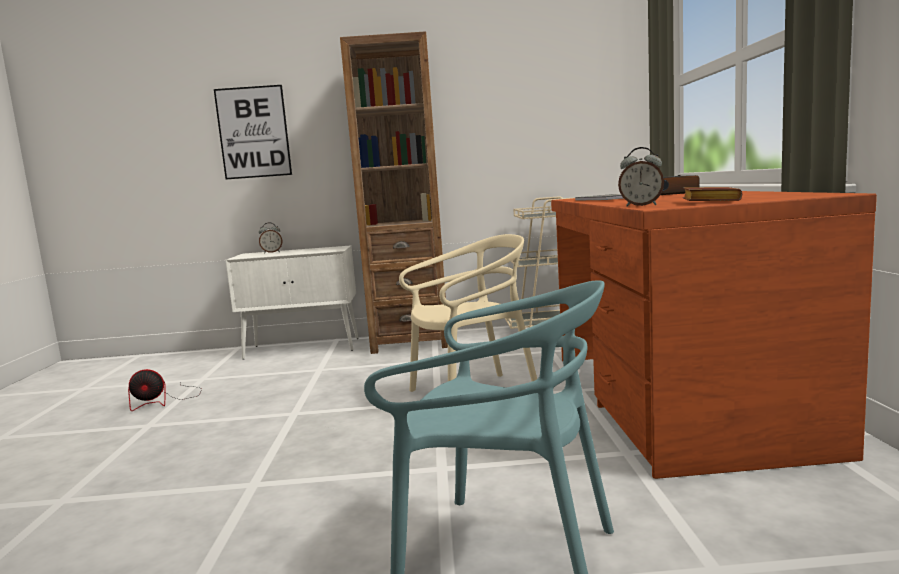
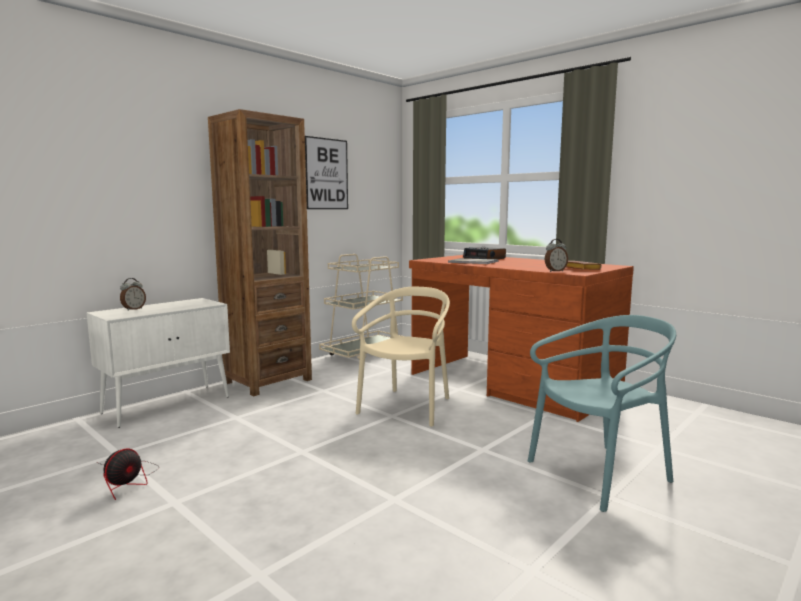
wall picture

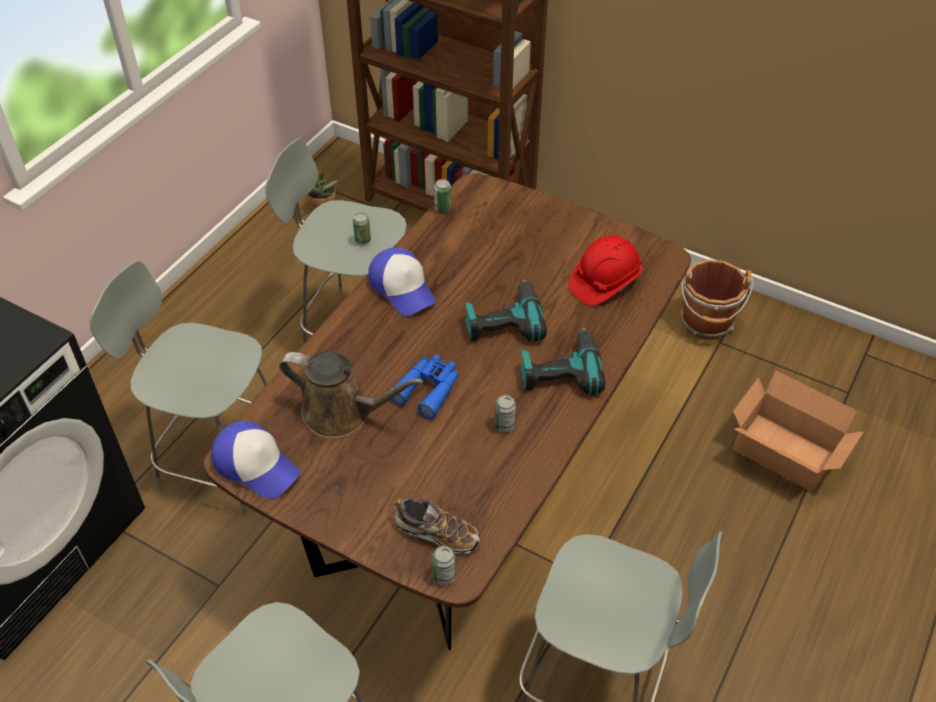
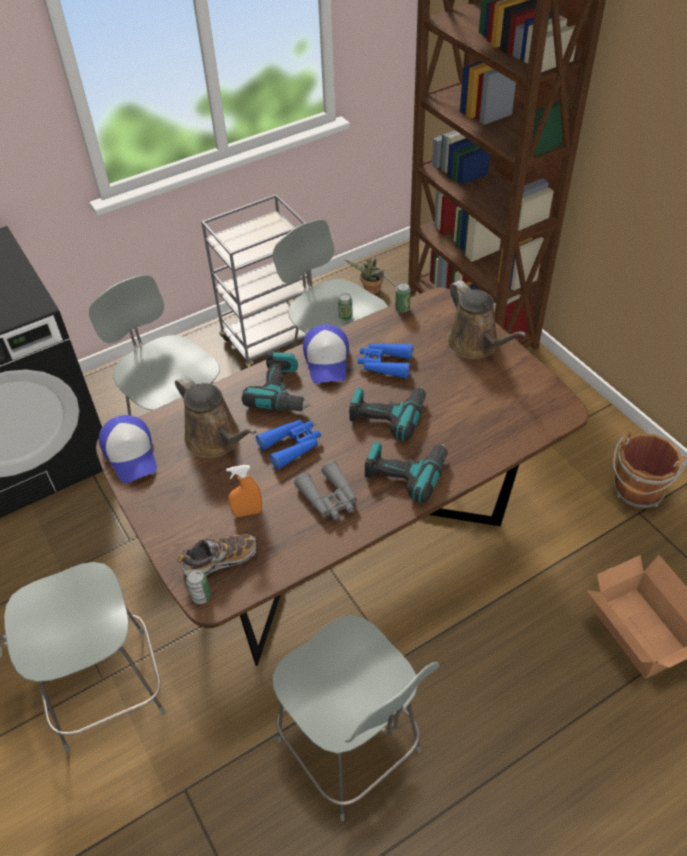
red work helmet
gray binoculars
low shoe
gray wheeled cart
brown-coloured watering pot (2nd from left)
blue binoculars (2nd from left)
power drill (1st from left)
orange spray bottle

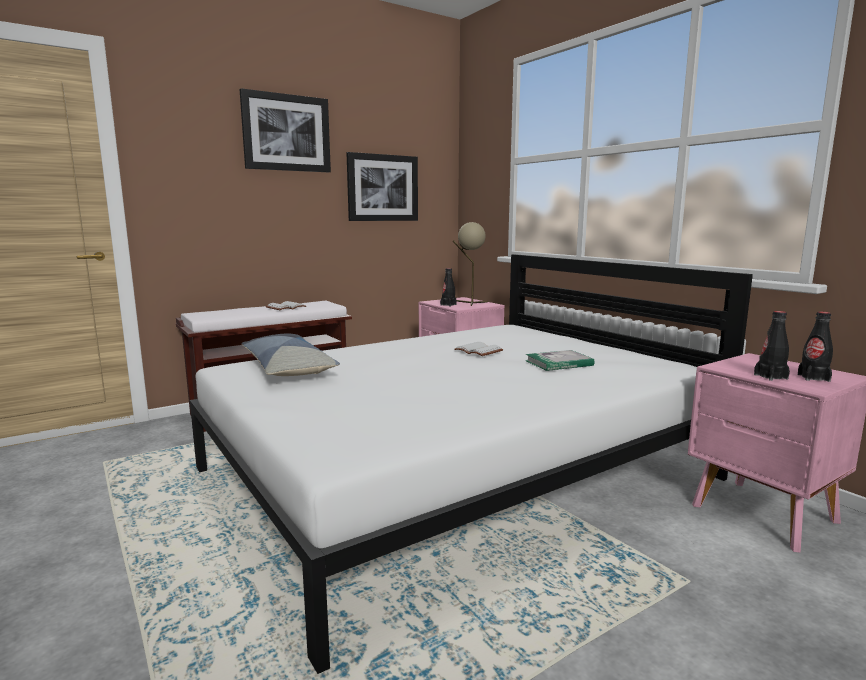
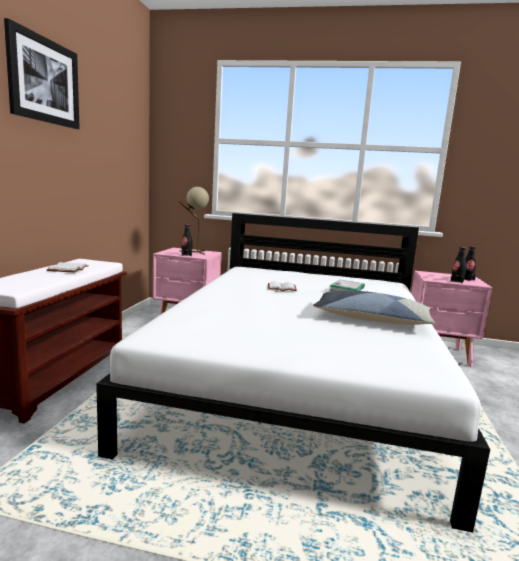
wall picture (2nd from left in the first image)
cushion

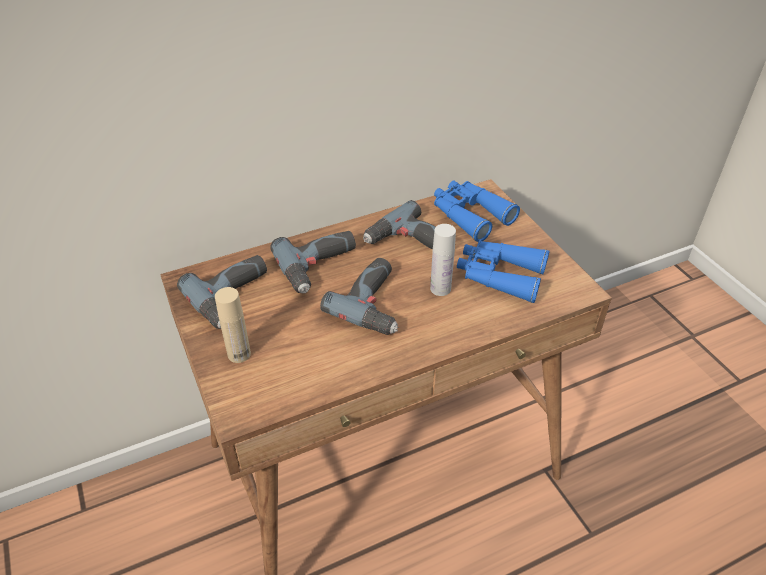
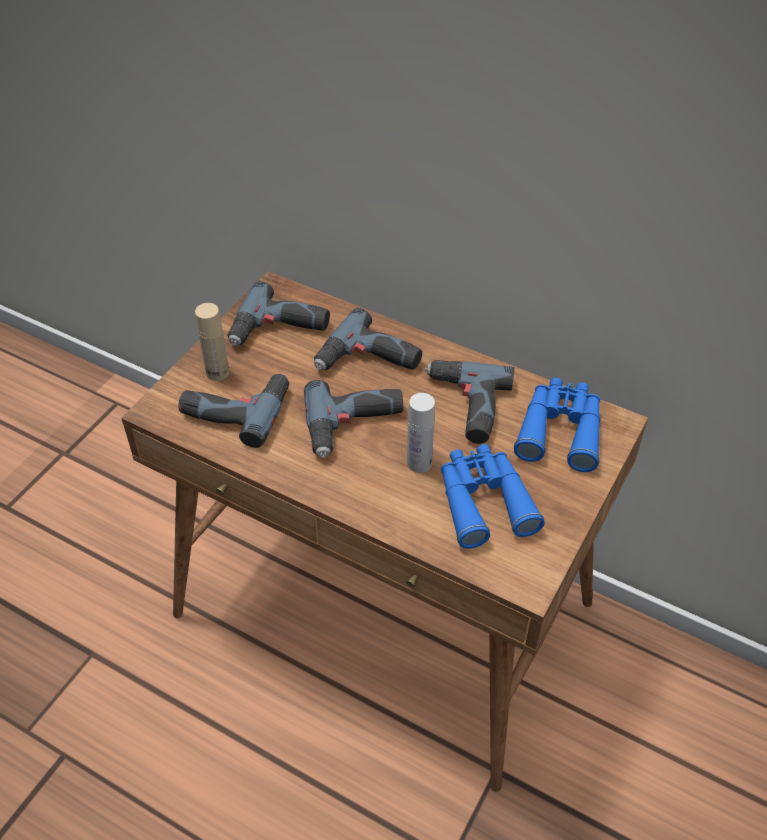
power drill (1st from left)

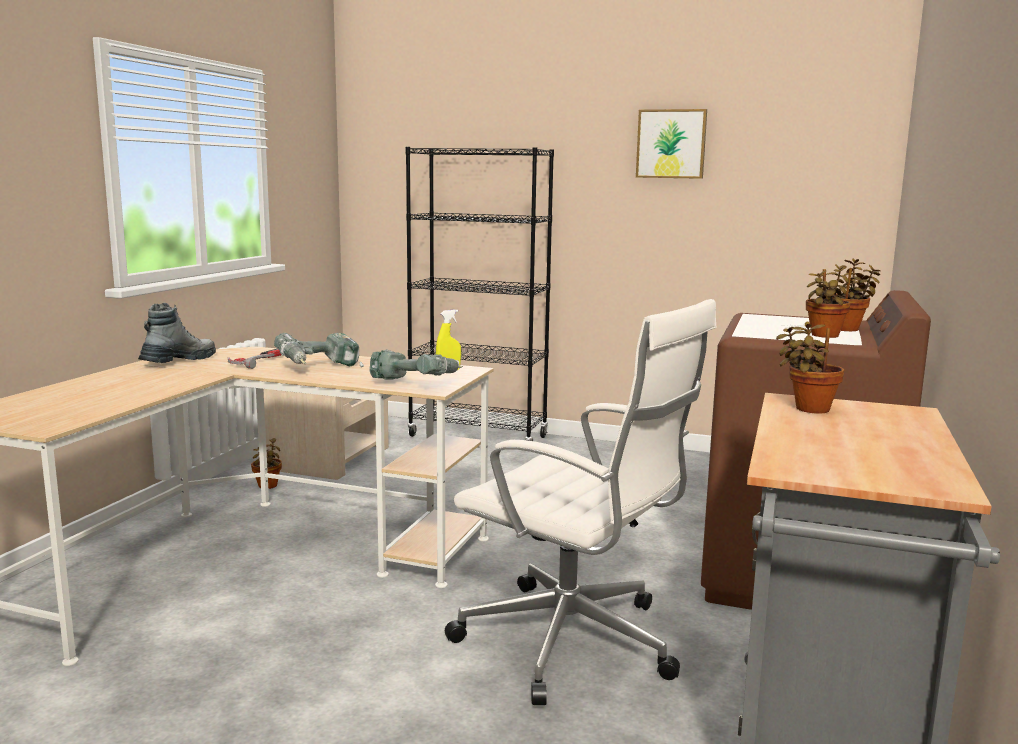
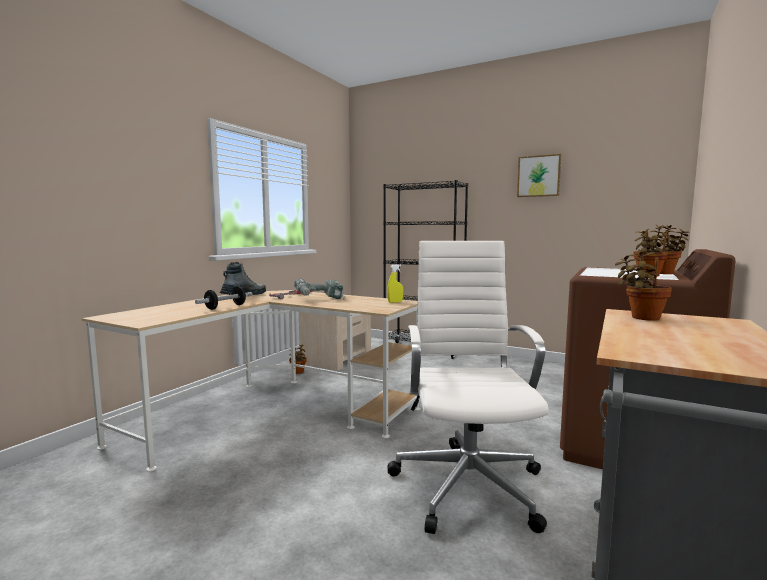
white computer chair
power drill (2nd from left in the first image)
free weight

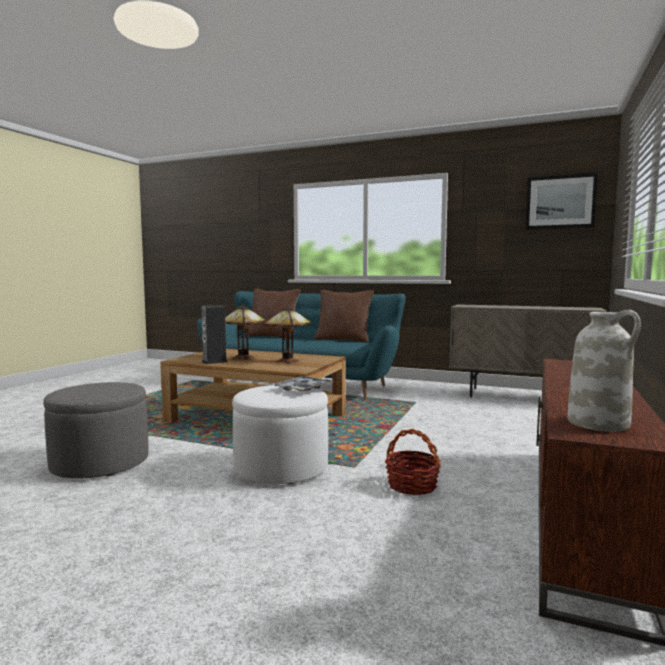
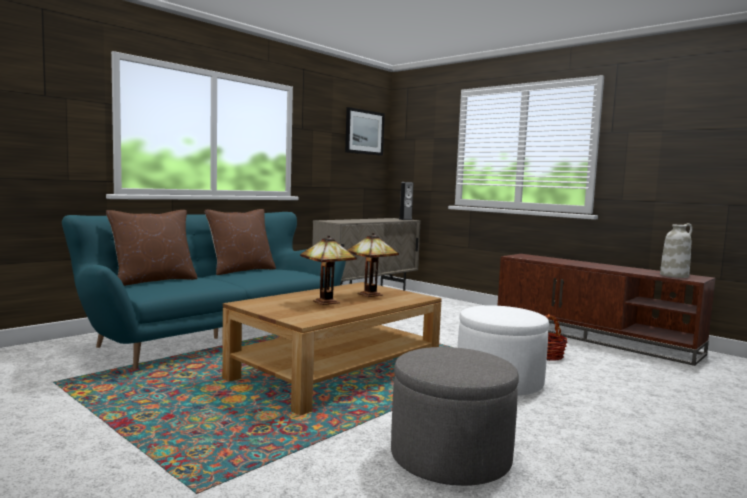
audio speaker
tray

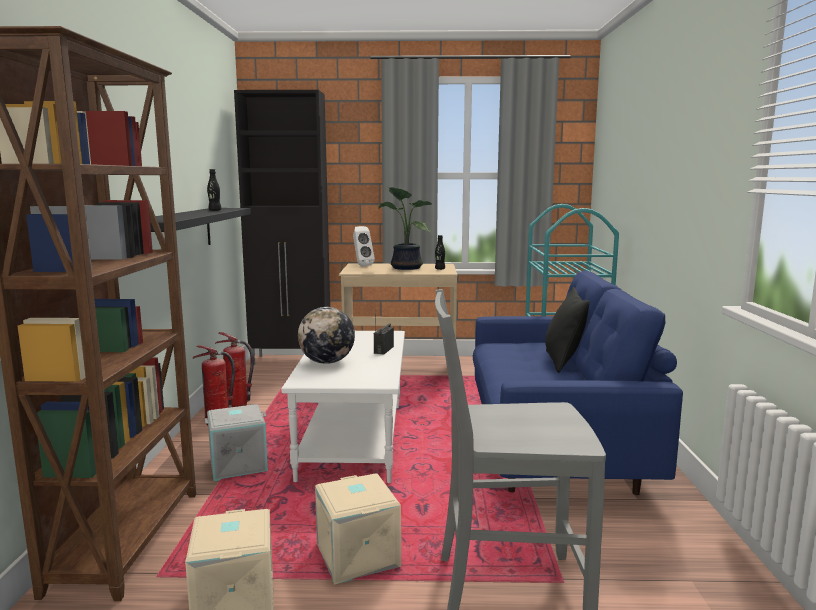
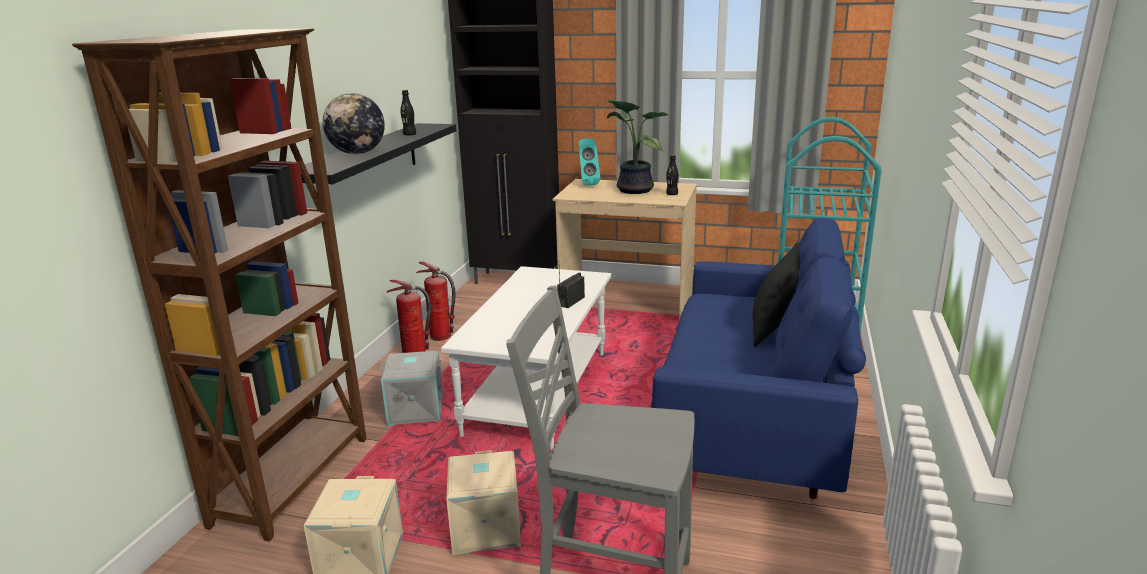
turquoise-coloured audio speaker
globe

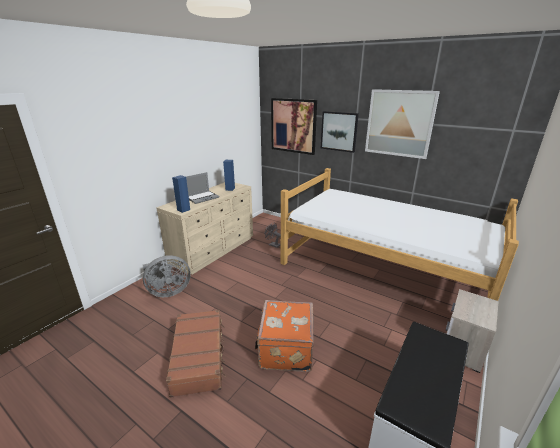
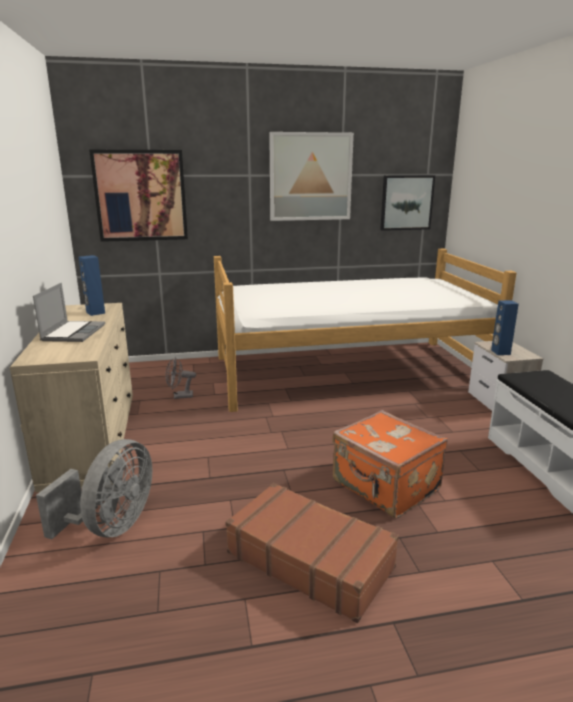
wall picture (3rd from left)
blue audio speaker (2nd from left)

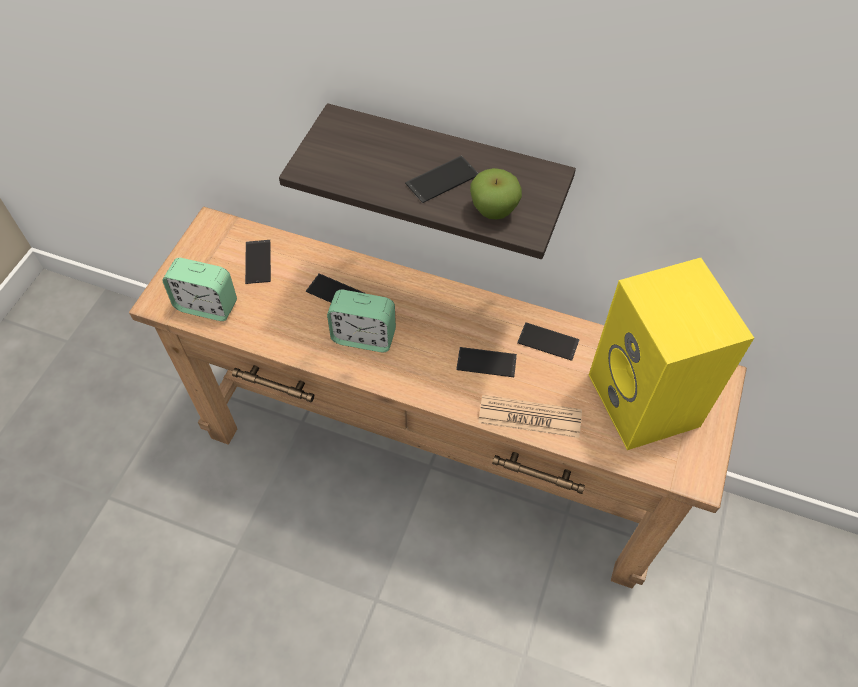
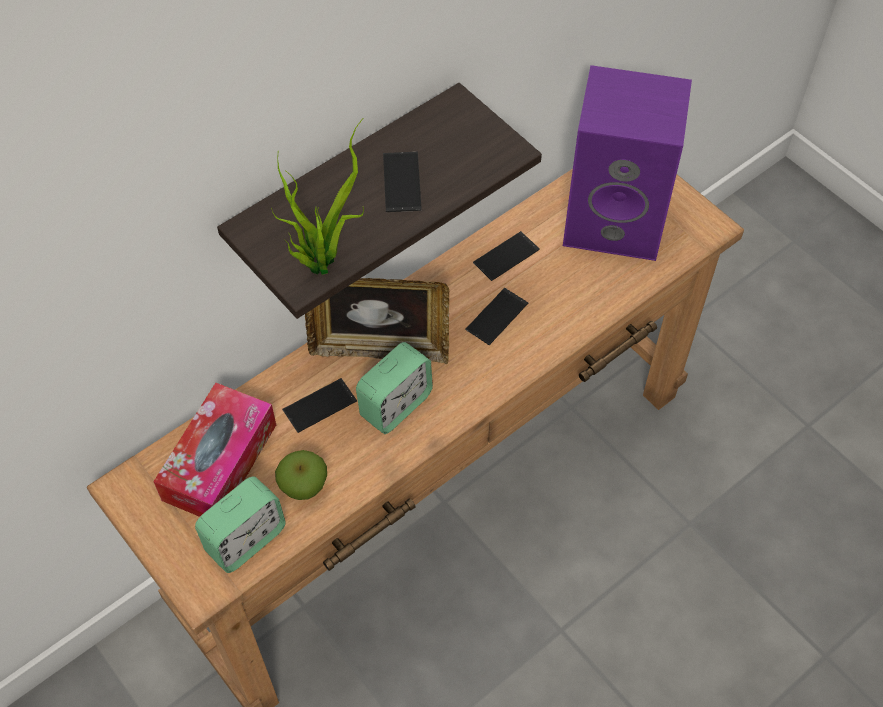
whole apple
tissue box
purple-coloured audio speaker
printed paper
plant in a pot
photo frame

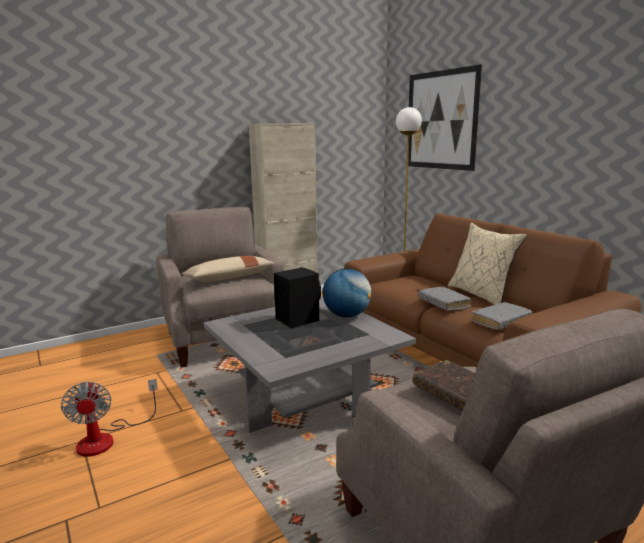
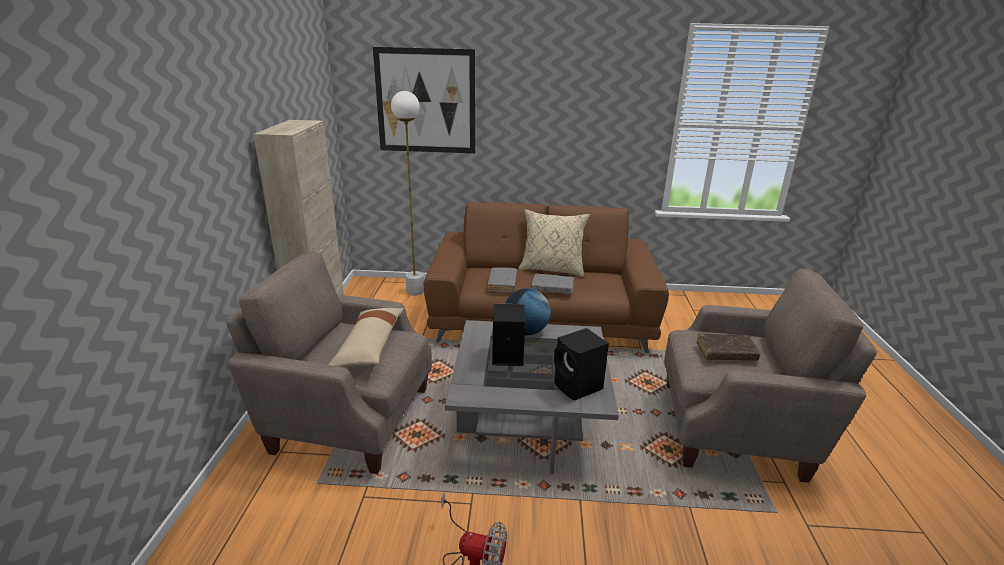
gray bound book (1st from left)
black audio speaker (2nd from left)

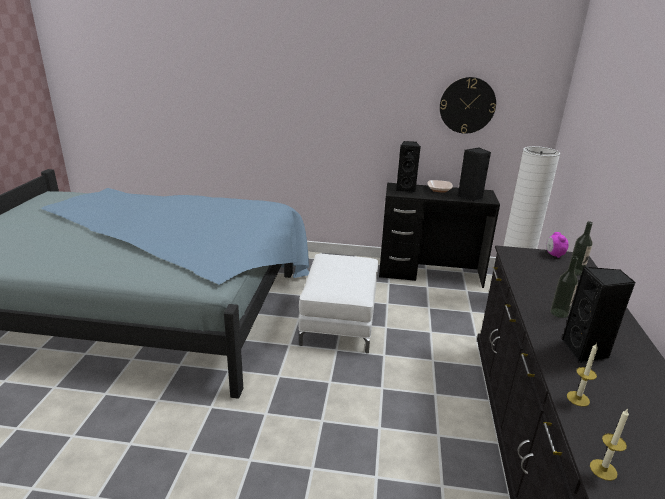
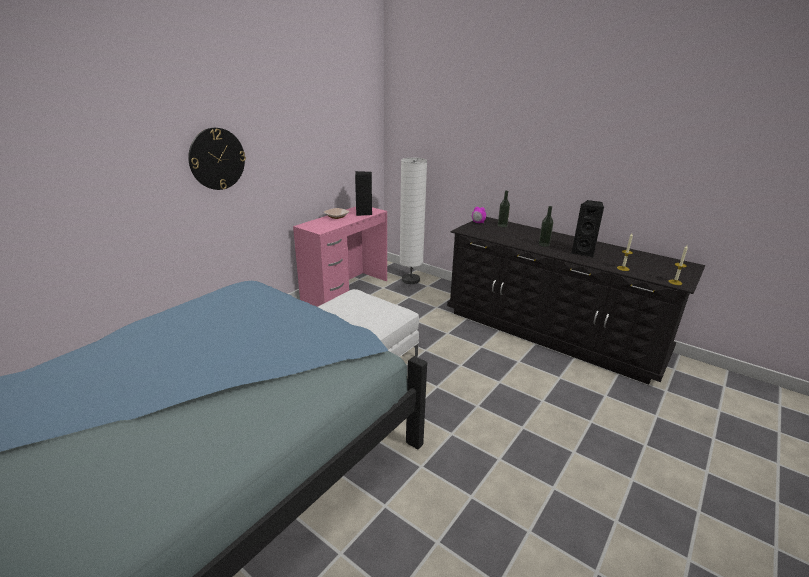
wall clock
black audio speaker (1st from left in the first image)
pink desk

